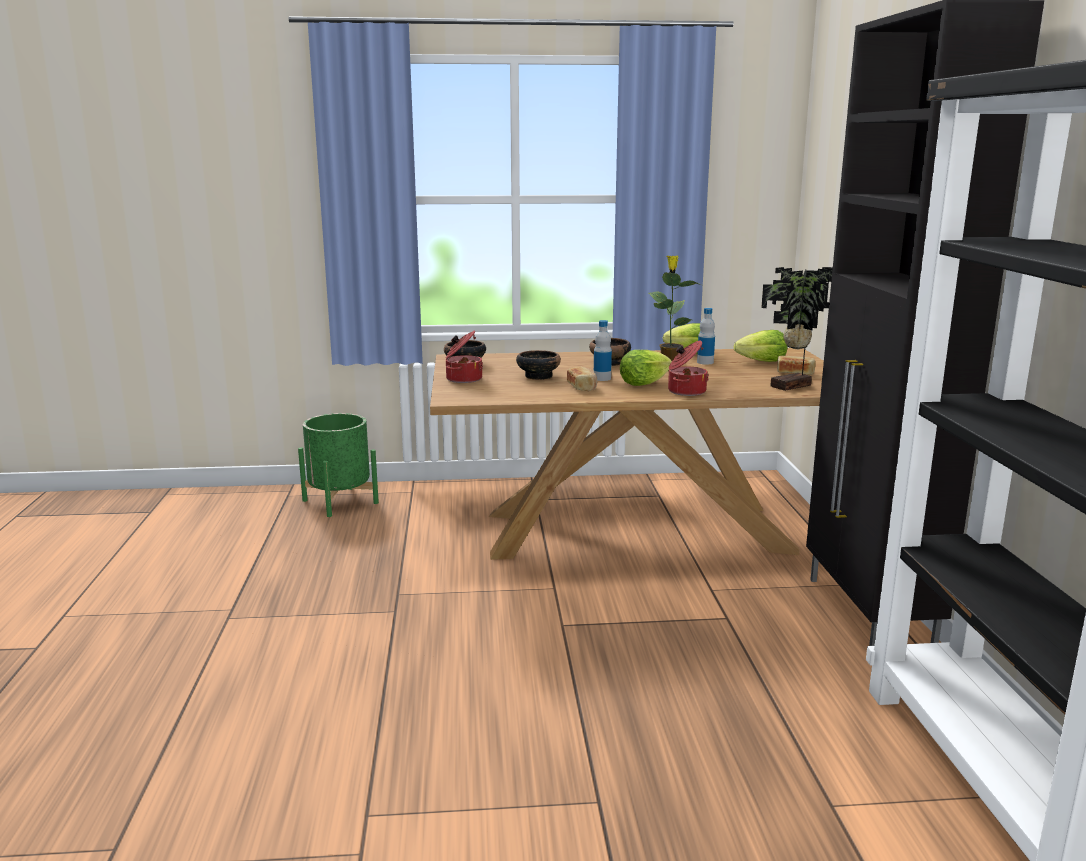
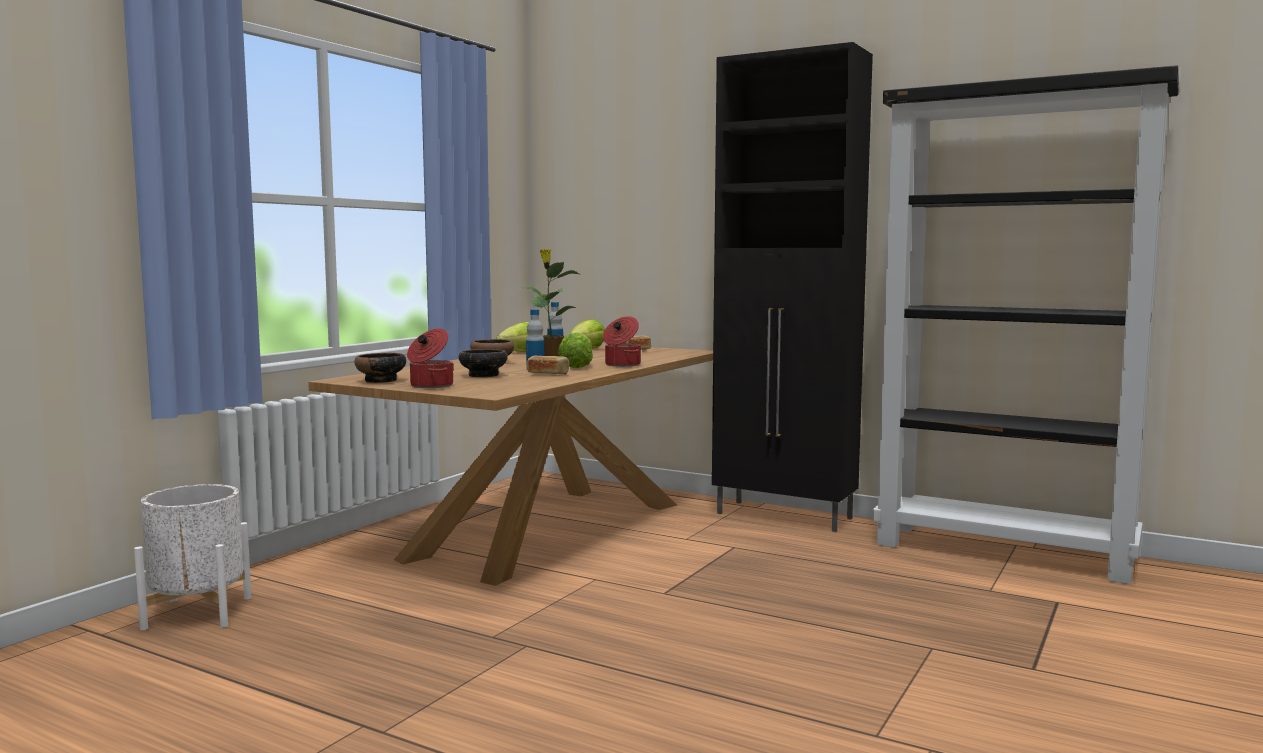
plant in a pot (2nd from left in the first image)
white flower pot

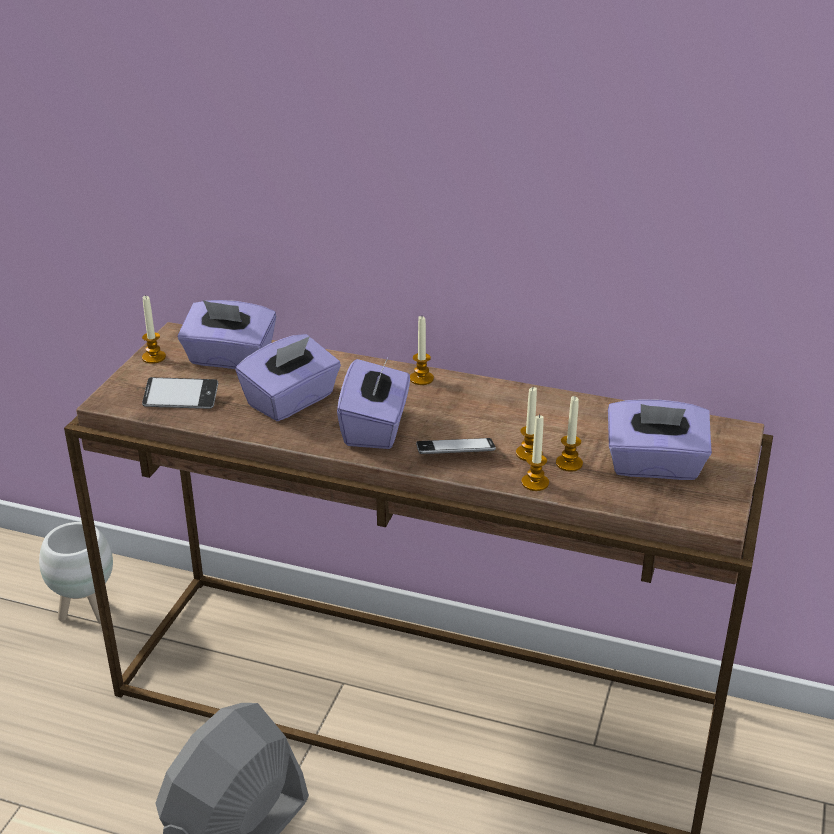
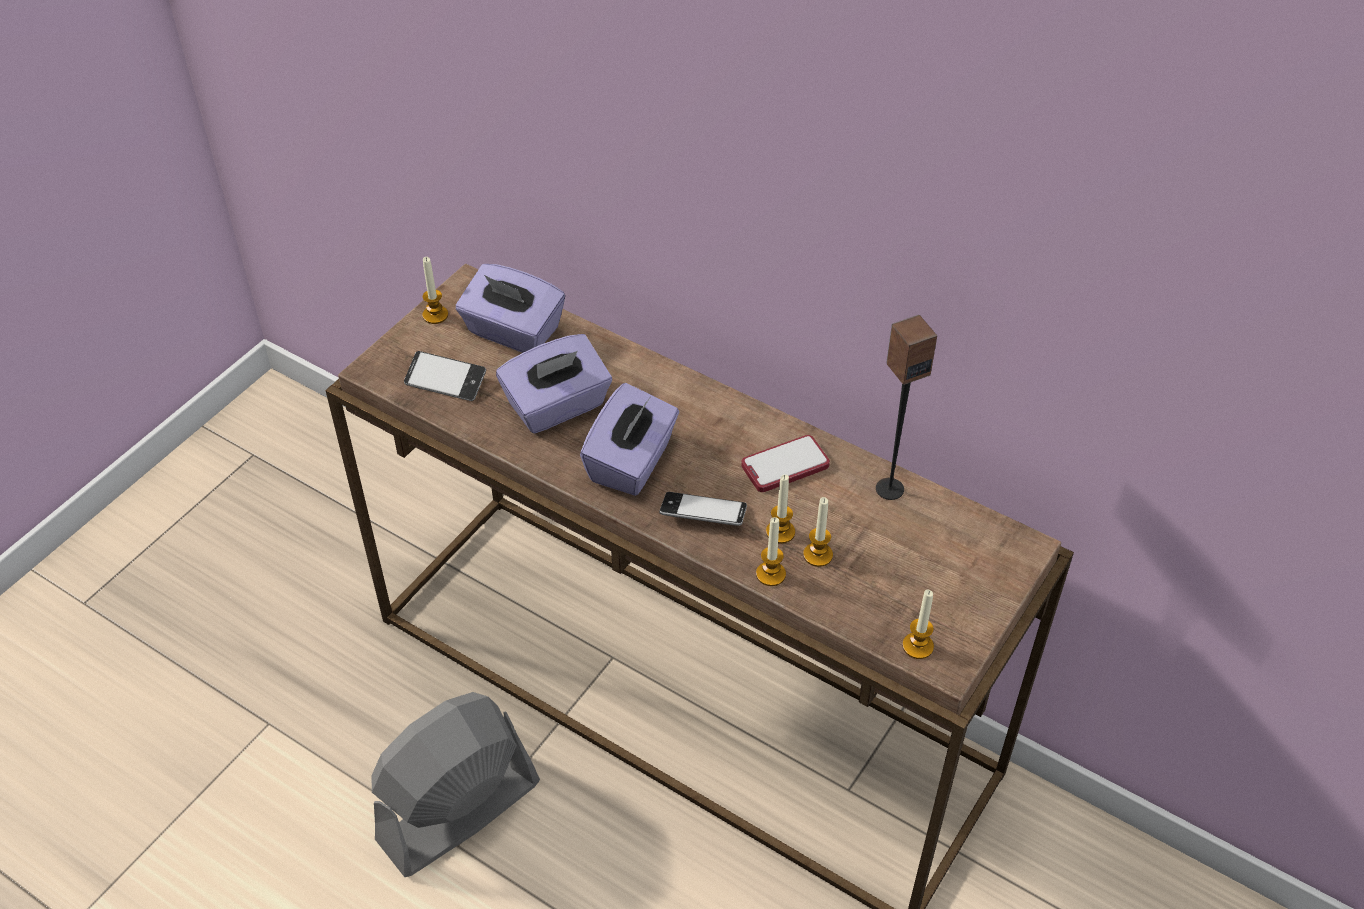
candle (5th from left)
purple-coloured tissue box (4th from left in the first image)
white flower pot
audio speaker
phone (3rd from left)

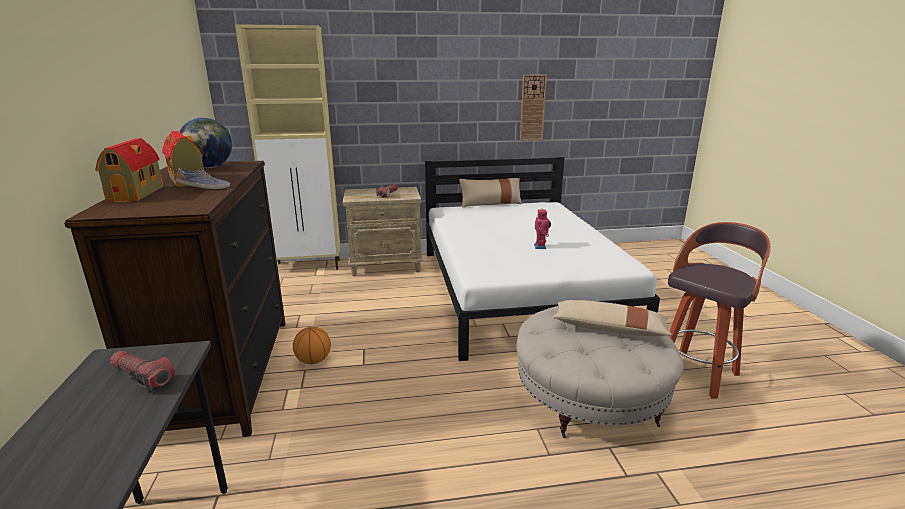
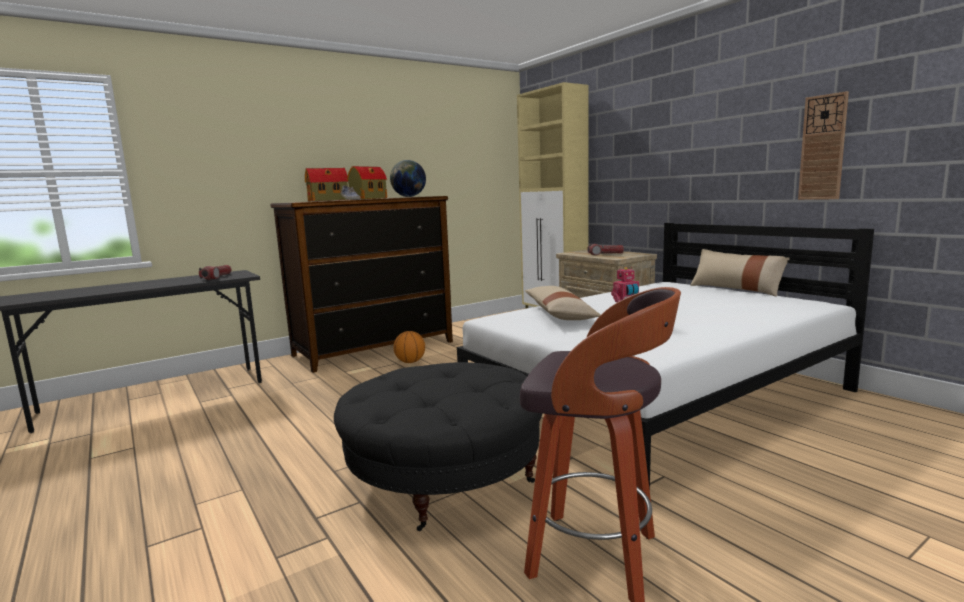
beige-coloured cushion (1st from left)
black ottoman

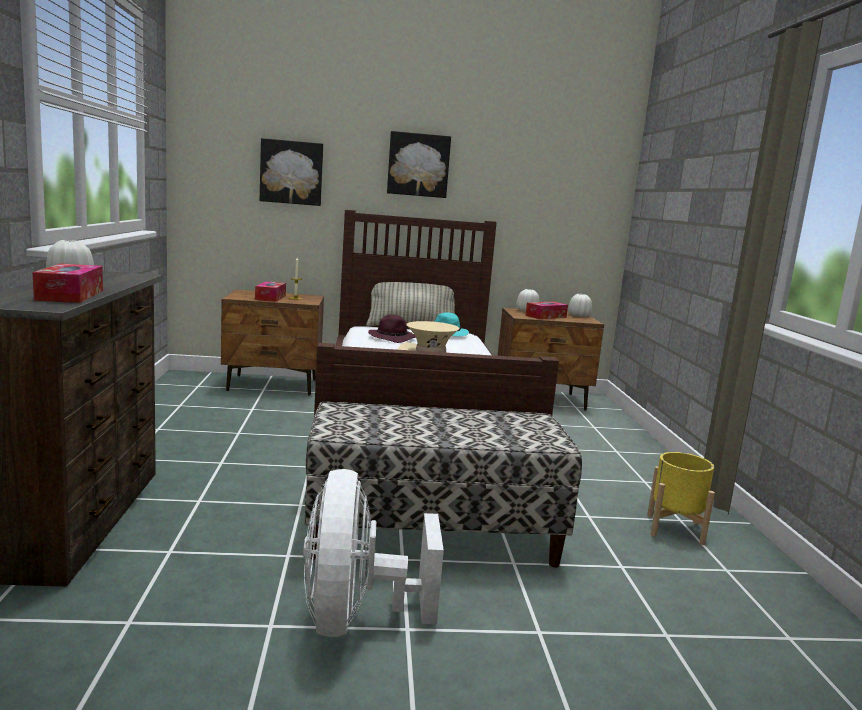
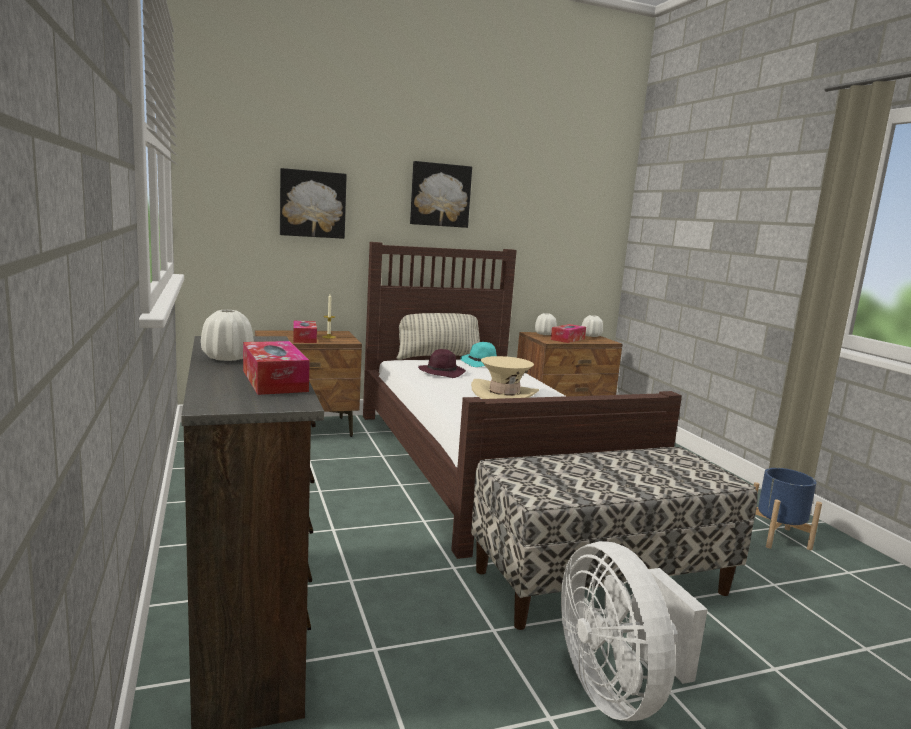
blue flower pot

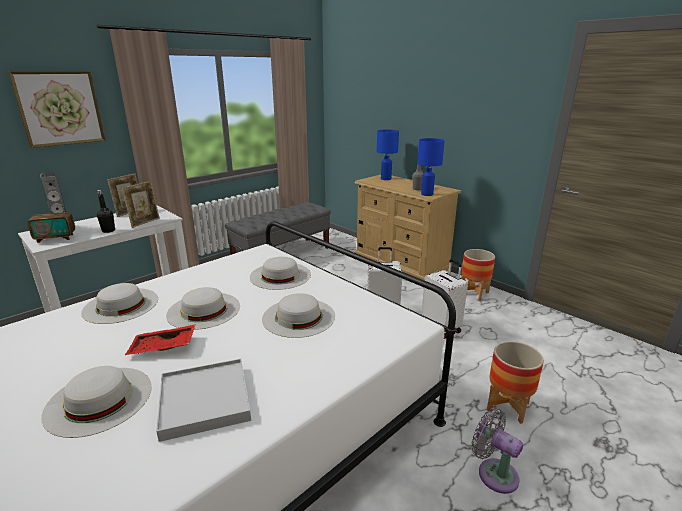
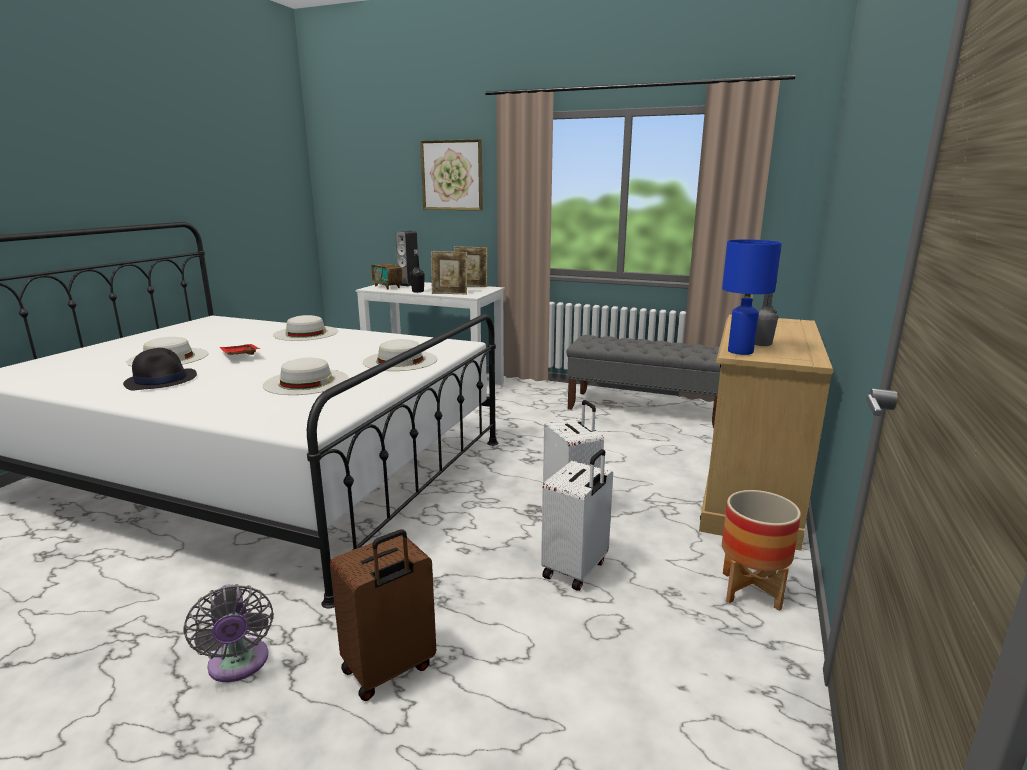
blue tabletop lamp (1st from left in the first image)
white wearable hat (3rd from left in the first image)
brown-coloured piece of luggage
black wearable hat
gray electric fan

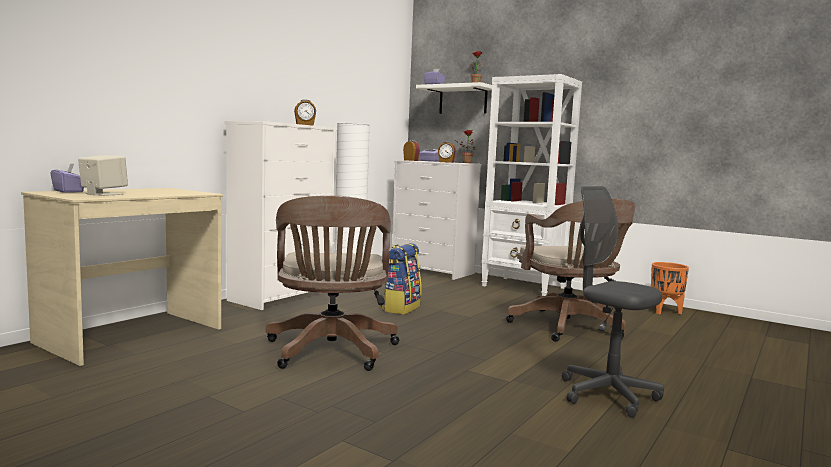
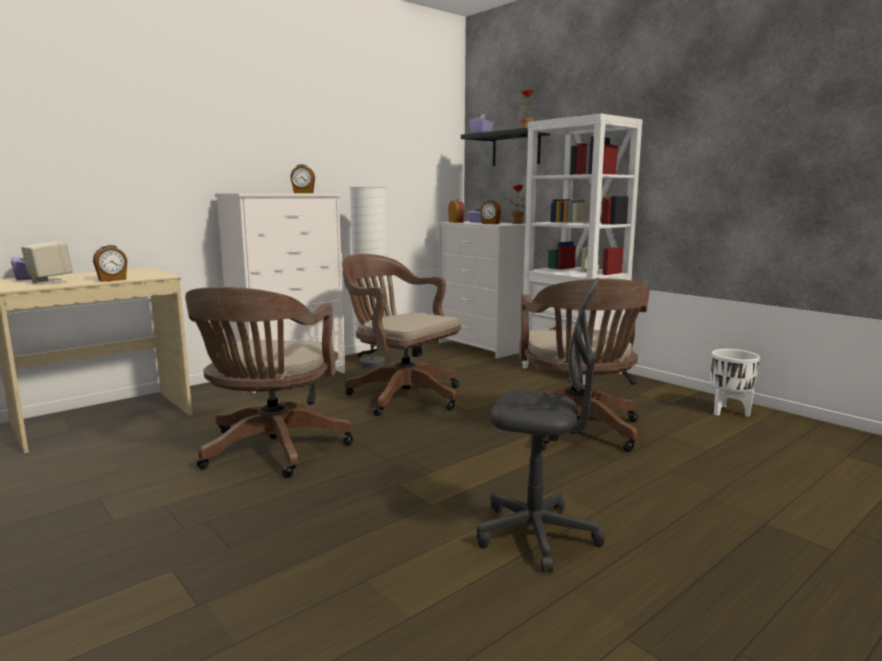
black wall shelf
gray computer chair
brown-coloured computer chair (2nd from left)
white flower pot
table clock (1st from left)

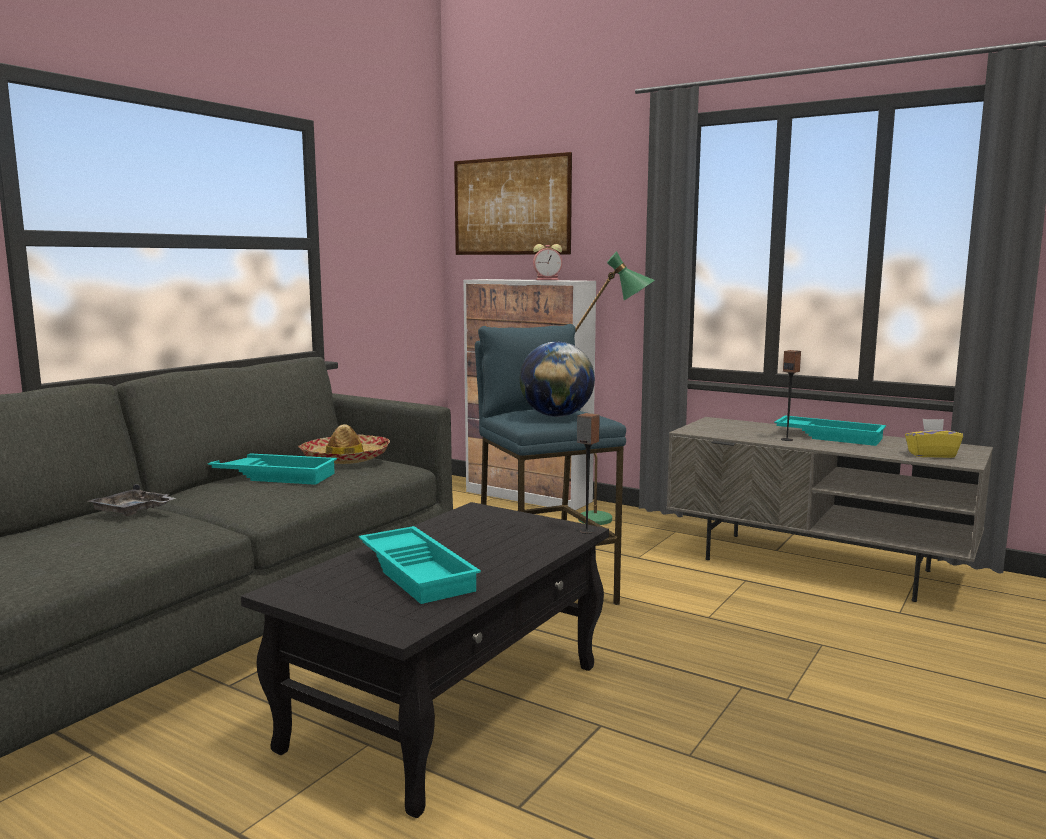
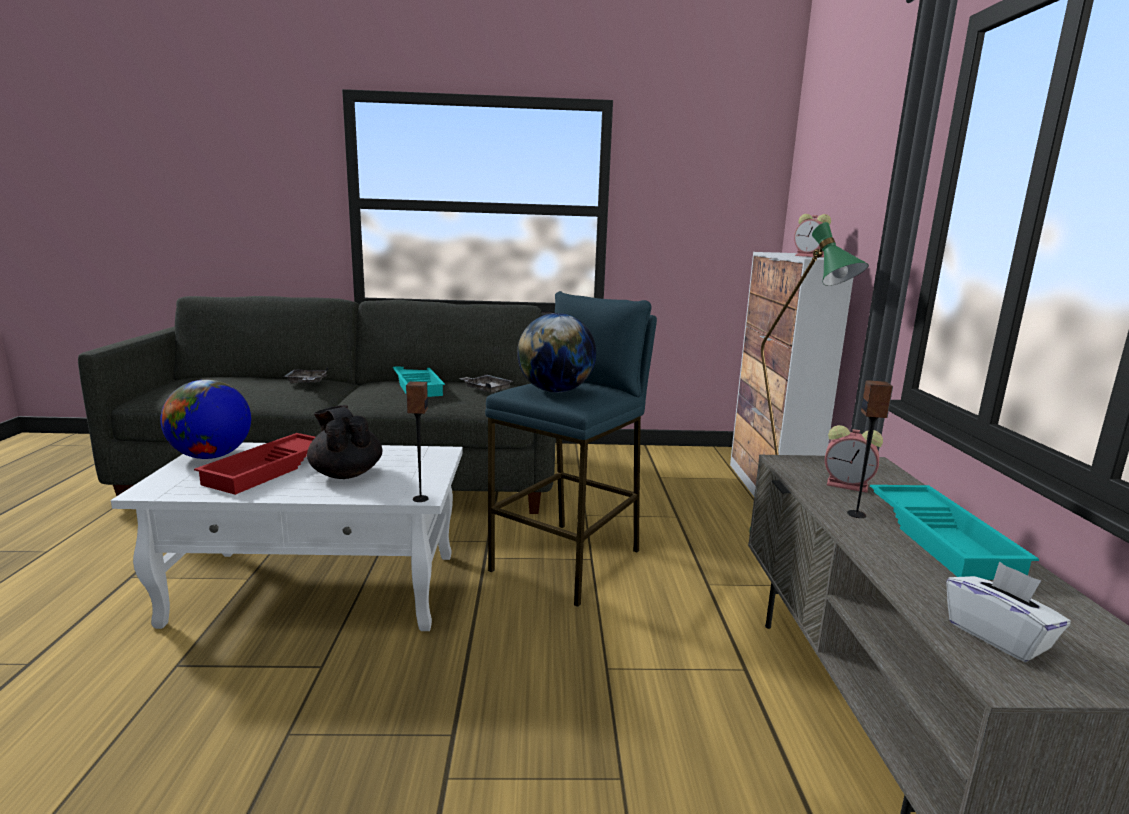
wall picture
white tissue box
gray tray (2nd from left)
white low table
red tray
globe (1st from left)
black tea pot
table clock (2nd from left)

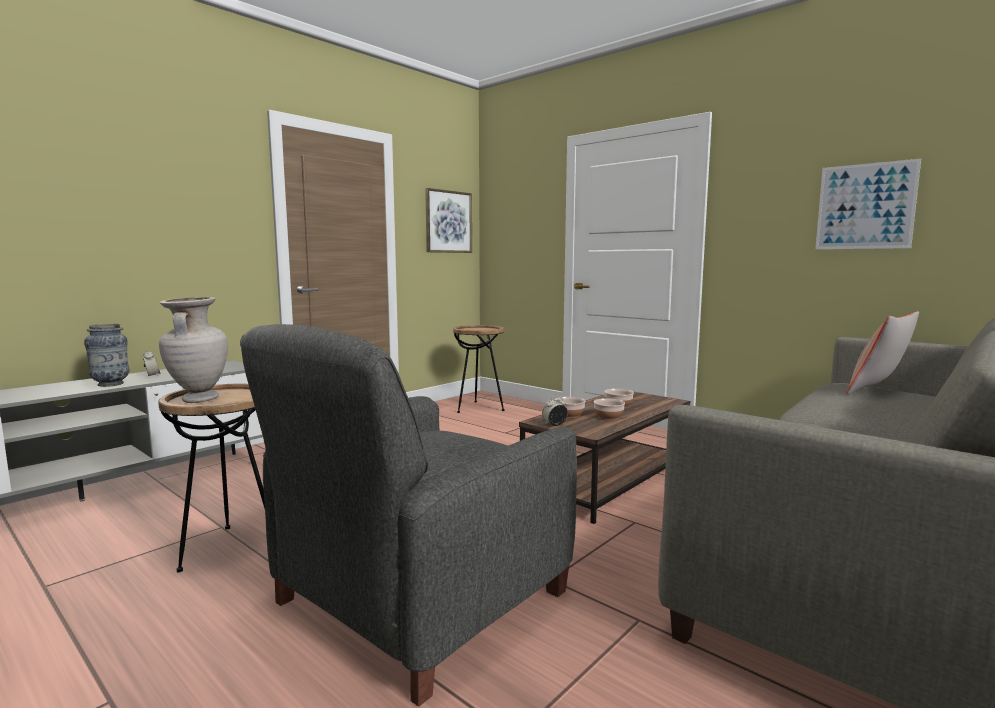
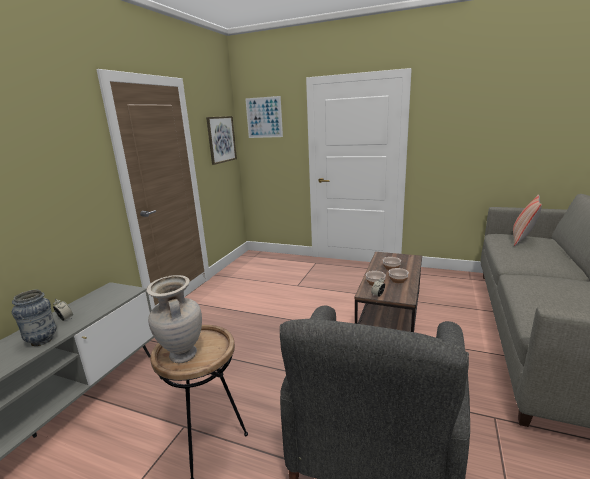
wall picture (2nd from left)
brown-coloured side table (2nd from left in the first image)

